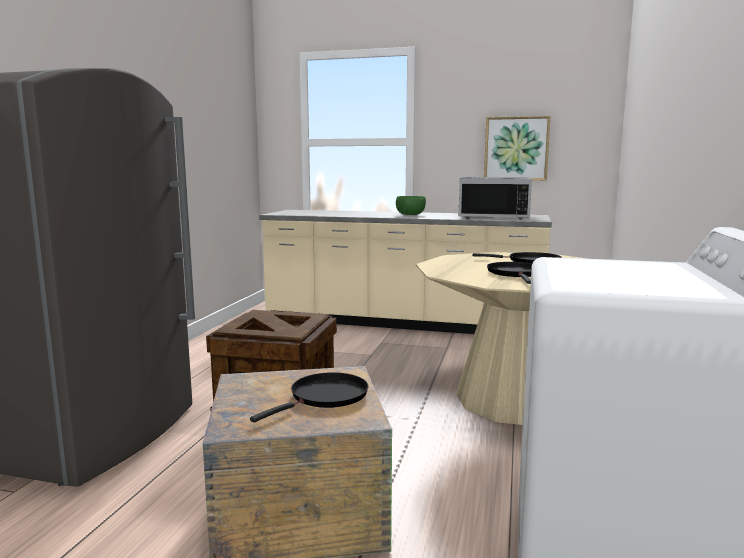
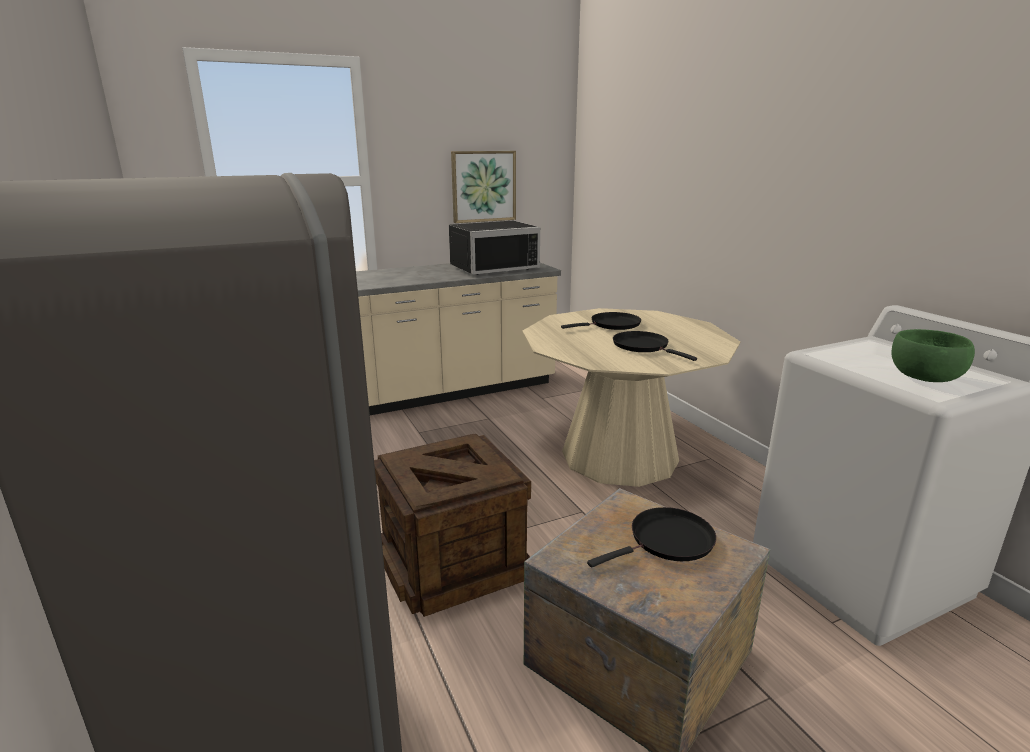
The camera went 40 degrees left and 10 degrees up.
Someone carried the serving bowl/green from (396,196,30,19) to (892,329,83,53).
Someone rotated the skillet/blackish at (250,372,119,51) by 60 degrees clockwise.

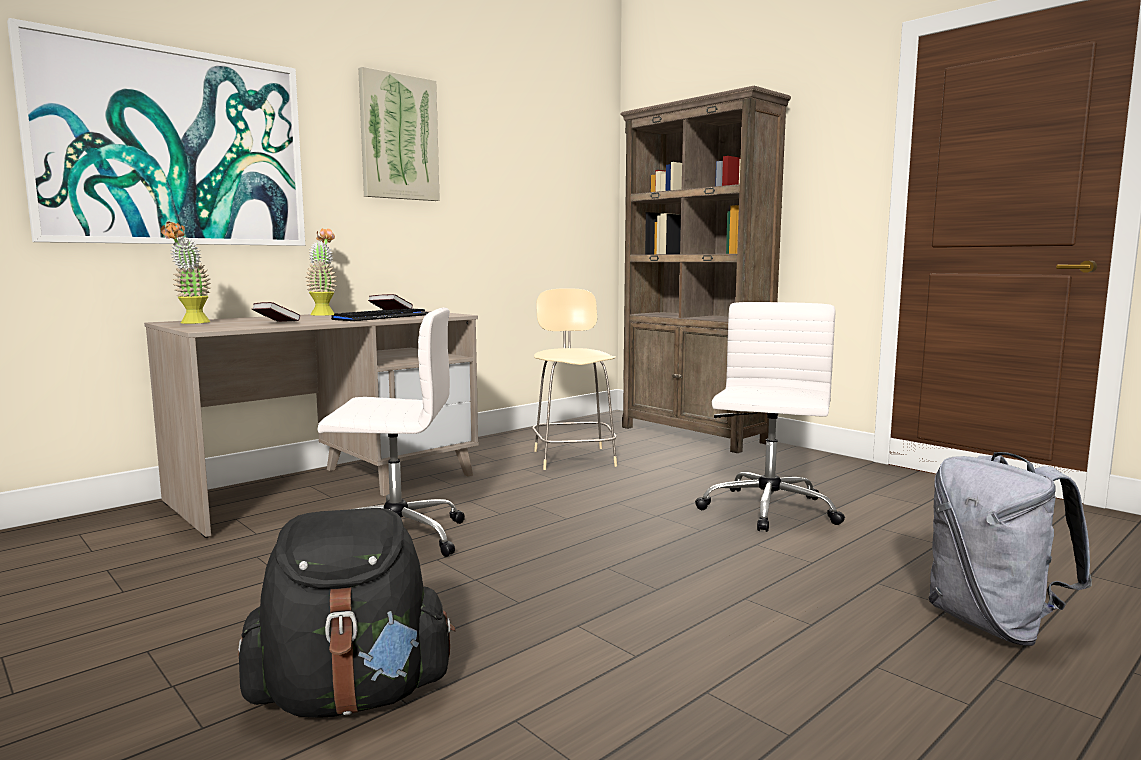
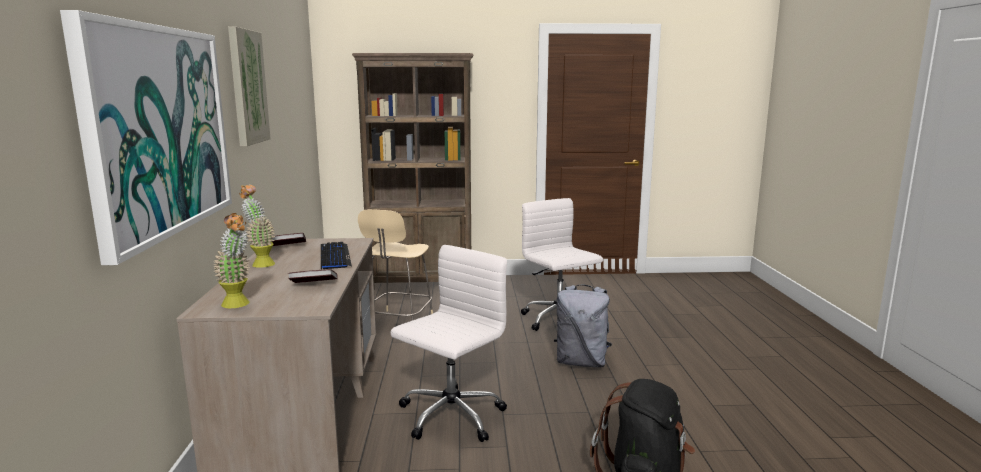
The camera went 50 degrees left and 5 degrees up.
Someone carried the backpack/gray from (928,452,164,194) to (554,284,58,84).
Someone rotated the upright chair/beige-coloured at (532,289,85,181) by 105 degrees counterclockwise.

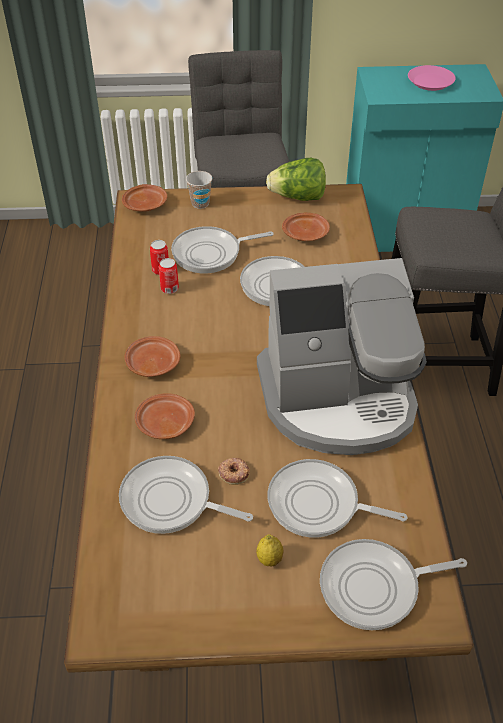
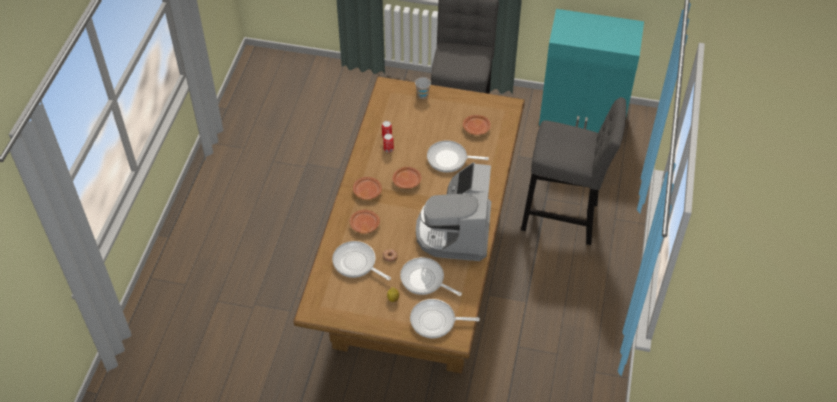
The camera went 15 degrees right and 5 degrees up.
Someone took away the skillet at (171,226,103,47).
Someone took away the head of lettuce at (266,158,60,43).
Someone took away the plate/pinkish at (408,65,48,26).
Someone carried the plate/brown-coloured from (122,184,45,28) to (392,167,30,22).
Someone rotated the coffee maker at (257,258,170,197) by 90 degrees clockwise.

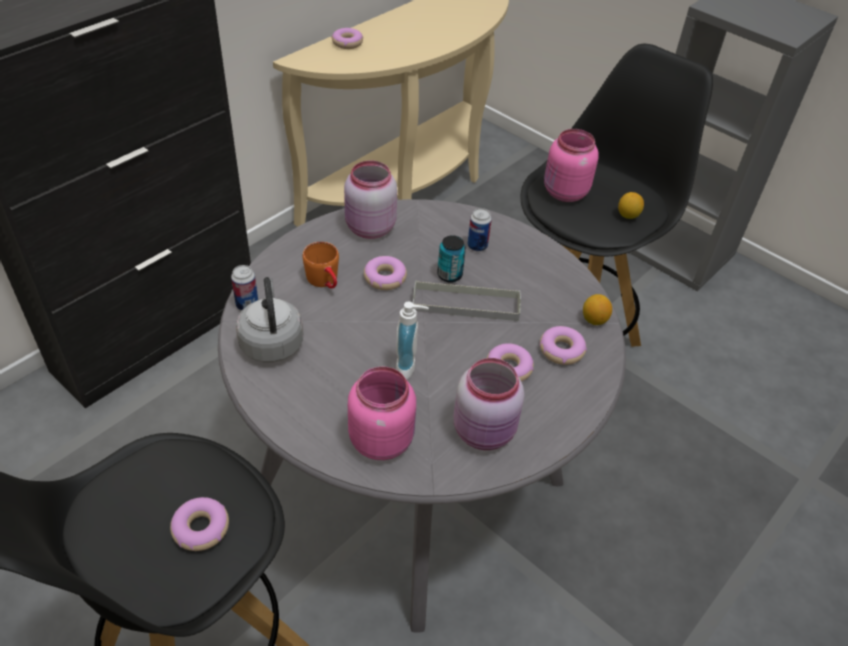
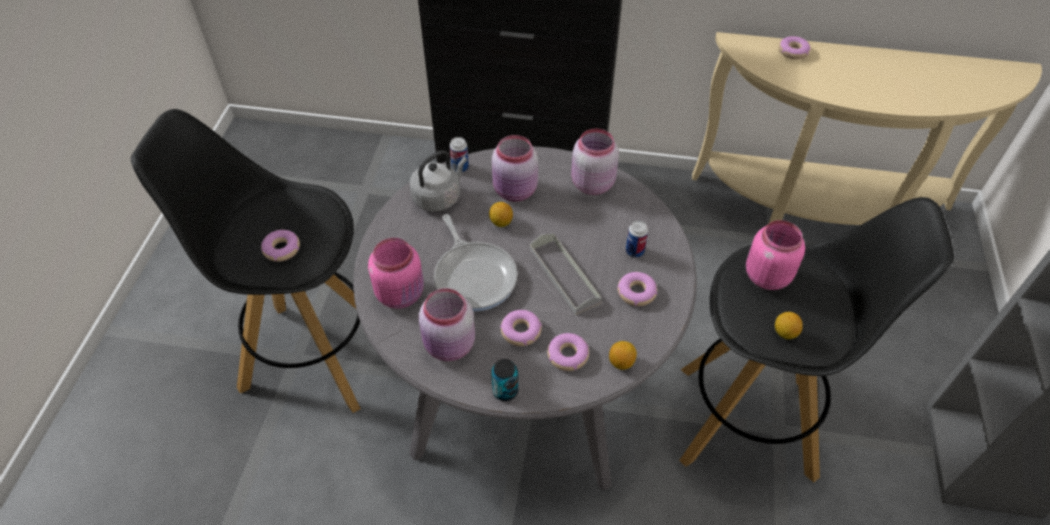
The camera went 60 degrees right and 5 degrees up.
Someone put down the lemon at (489,202,24,25).
Someone carried the ring doughnut from (364,256,43,34) to (617,272,40,34).
Someone carried the sealed can from (437,235,29,48) to (491,359,27,42).
Someone swapped the mug/orange-coloured at (302,242,37,47) for the preserve jar/pinkish at (492,135,46,67).
Someone swapped the soap bottle at (396,302,33,78) for the skillet at (434,214,83,97).

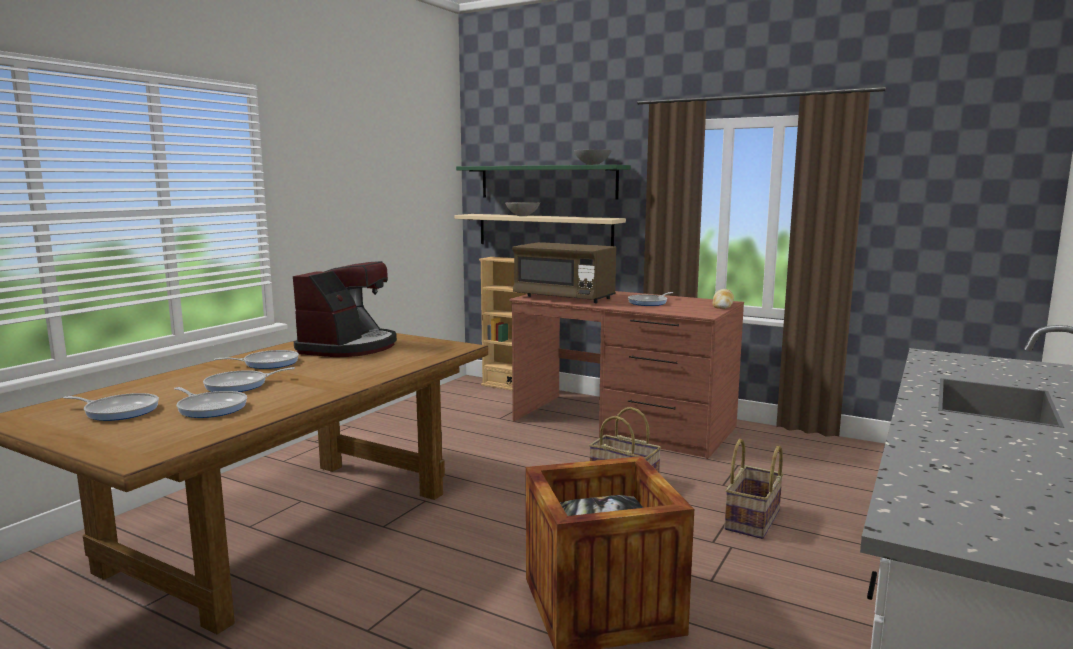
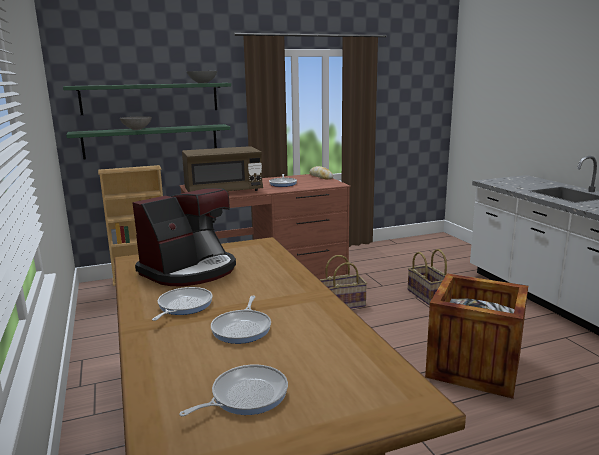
The camera went 50 degrees left and 5 degrees up.
Someone took away the skillet at (174,387,73,31).
Someone repainted the shelf/beige-coloured at (454,214,172,32), which became the shelf/green at (66,124,165,35).
Someone rotated the coffee maker at (293,261,104,96) by 75 degrees clockwise.

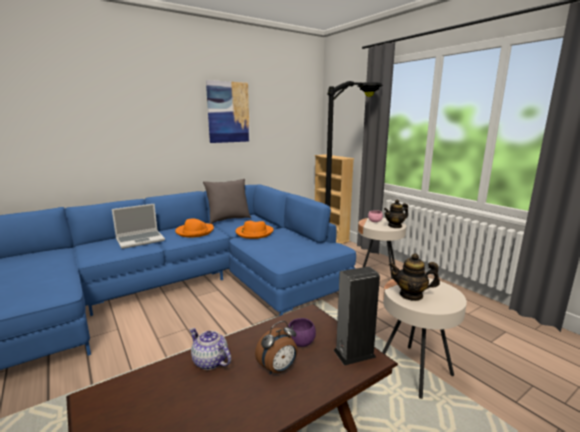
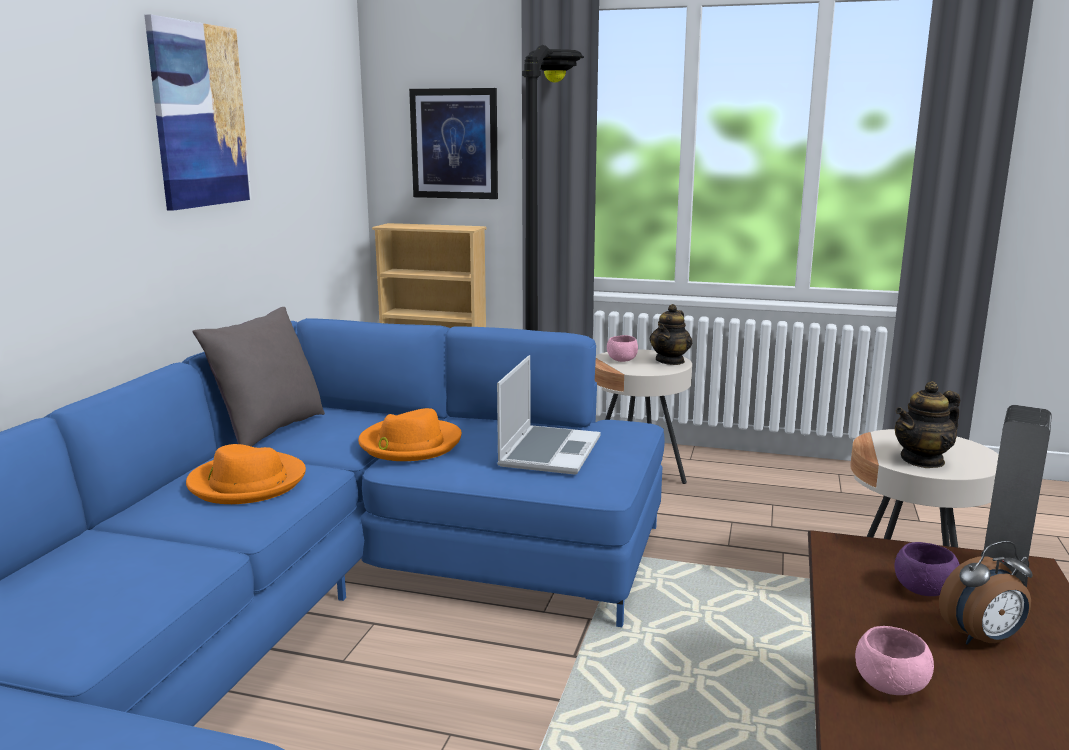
The camera went 40 degrees left and 0 degrees up.
Someone put up the wall art at (409,88,89,111).
Someone carried the portable computer from (112,204,53,45) to (497,355,104,120).
Someone swapped the pot for tea at (189,328,42,42) for the serving bowl/pinkish at (855,626,79,69).
Someone rotated the alarm clock at (255,321,43,54) by 60 degrees clockwise.

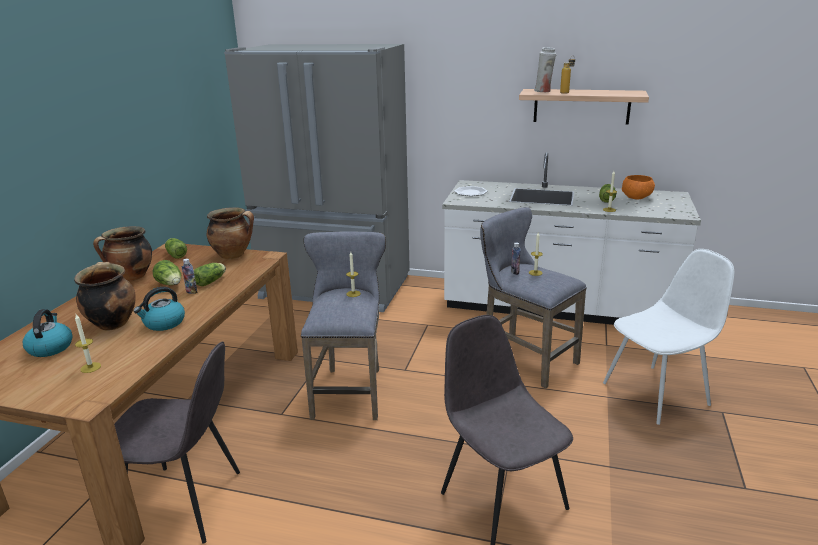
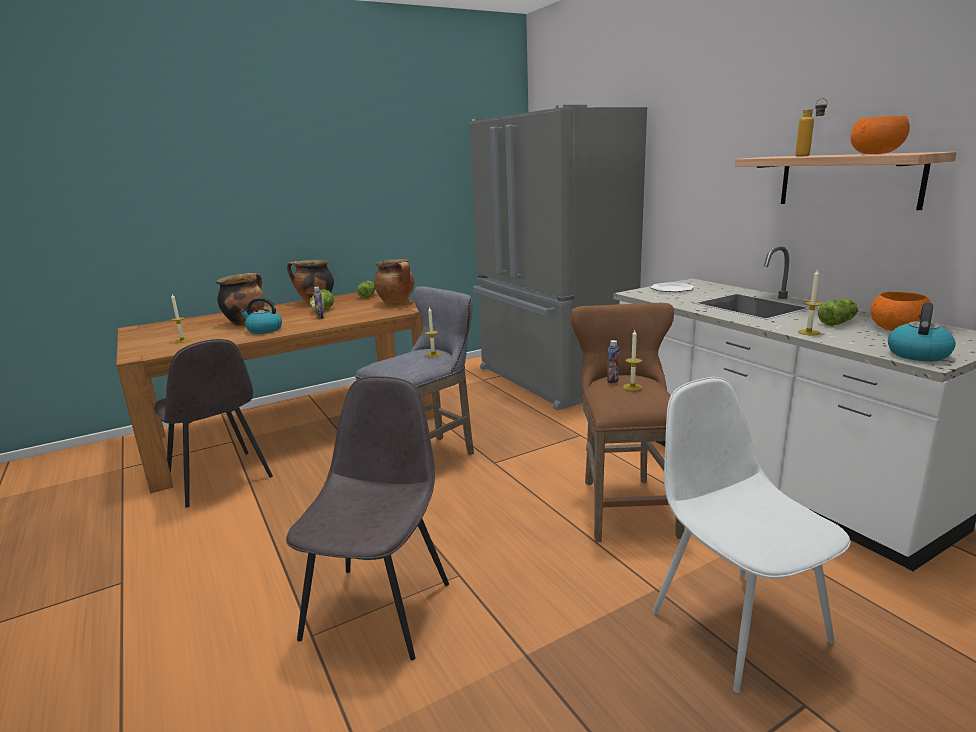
The camera went 45 degrees right and 5 degrees down.
Someone took away the head of lettuce at (194,263,32,23).
Someone took away the vase/white-coloured at (534,47,23,45).
Someone put down the serving bowl/orange-coloured at (850,116,60,38).
Someone carried the water kettle from (23,309,49,48) to (888,303,68,58).
Someone repainted the stool seat/gray at (480,207,107,182), which became the stool seat/brown-coloured at (571,303,113,239).
Someone rotated the upright chair/white-coloured at (603,249,131,176) by 135 degrees counterclockwise.

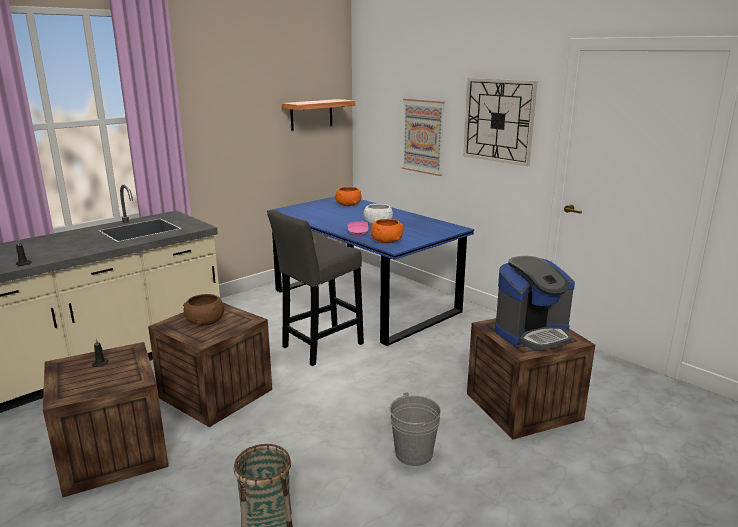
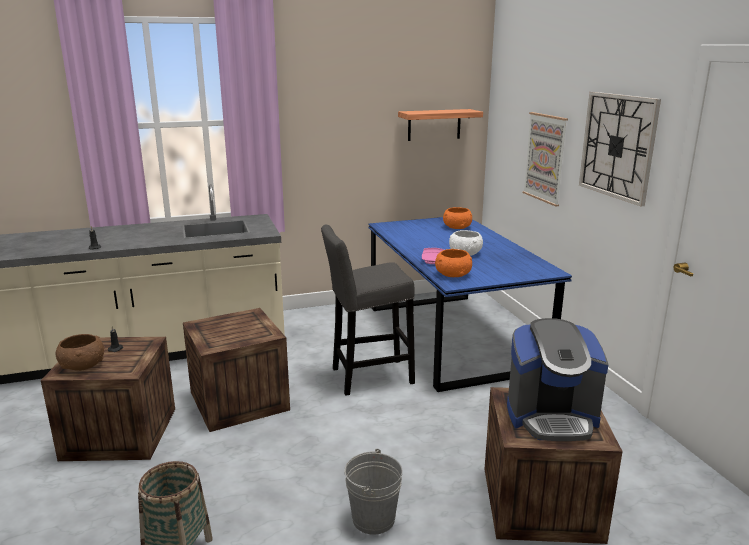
The camera went 25 degrees right and 0 degrees up.
Someone carried the serving bowl/brown-coloured from (183,294,41,32) to (56,334,48,37).

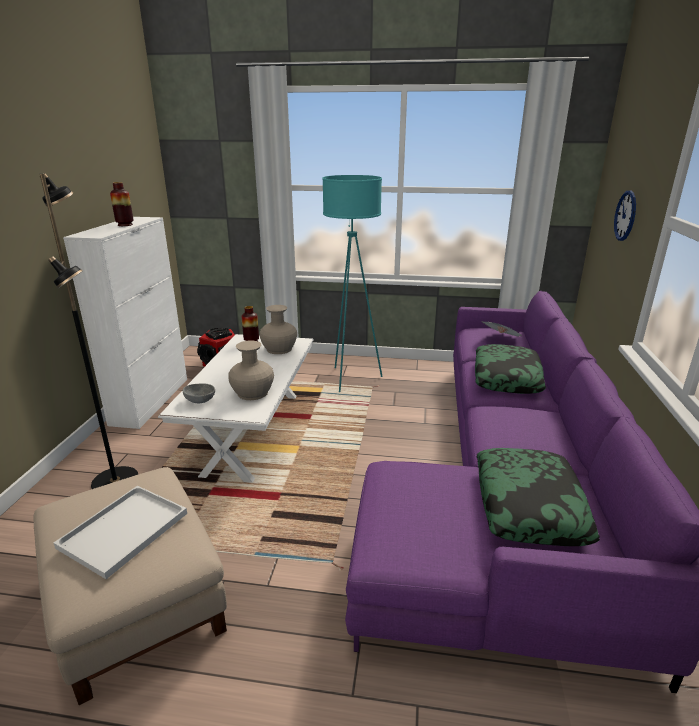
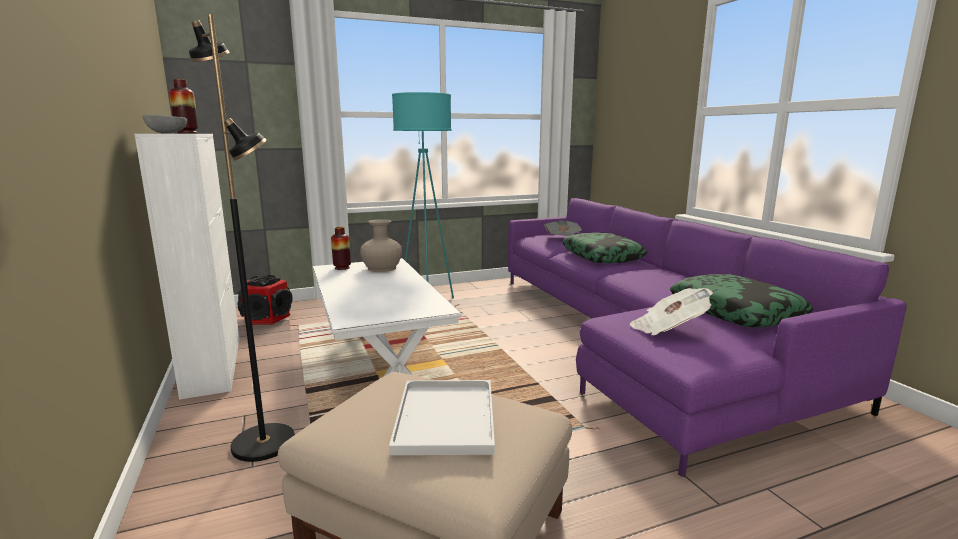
The camera went 30 degrees left and 10 degrees down.
Someone took away the vase/beige-coloured at (228,340,46,60).
Someone took away the hanging clock at (614,190,22,51).
Someone put down the printed paper at (630,288,83,47).
Someone carried the serving bowl/gray from (183,384,32,19) to (142,115,45,18).

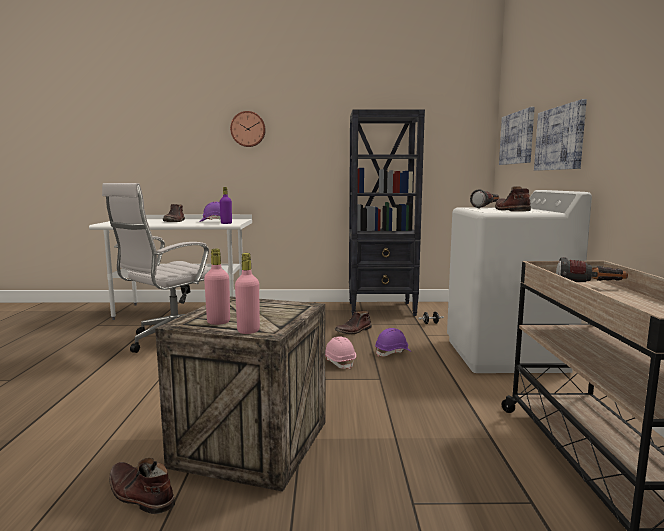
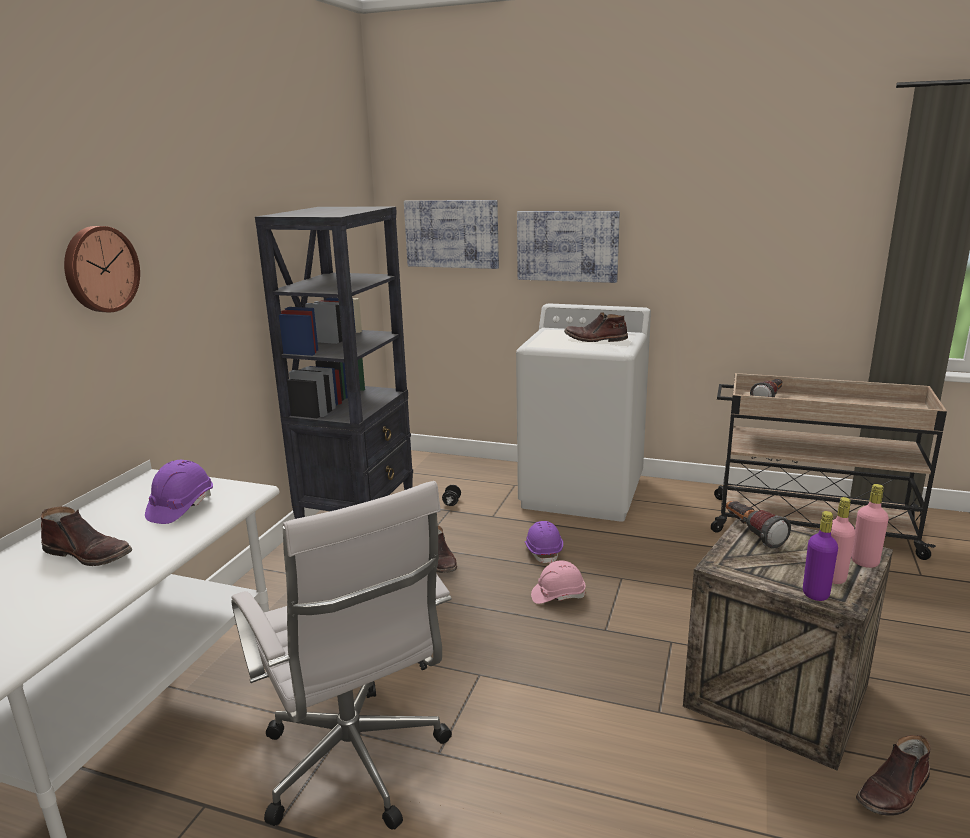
The camera went 70 degrees left and 10 degrees up.
Someone carried the bottle/purple from (220,187,12,37) to (803,511,35,90).
Someone carried the flashlight from (470,189,29,19) to (726,501,65,48).

